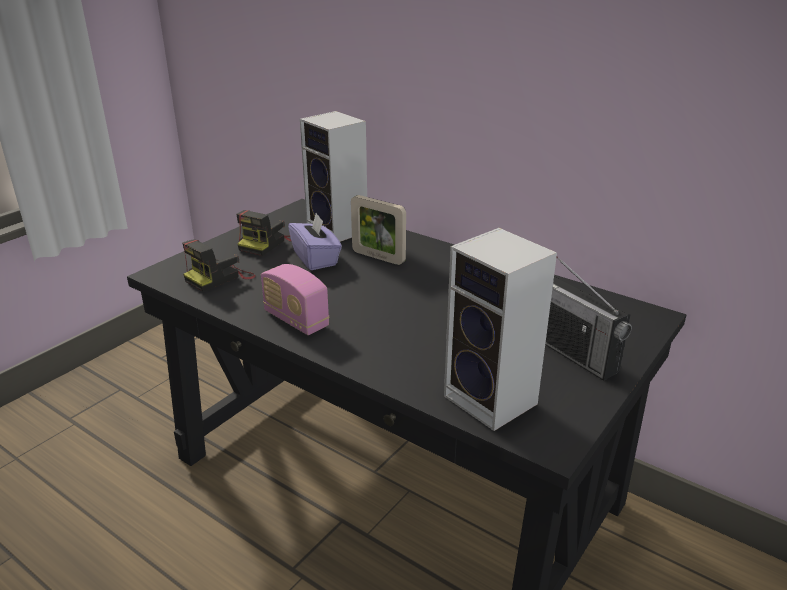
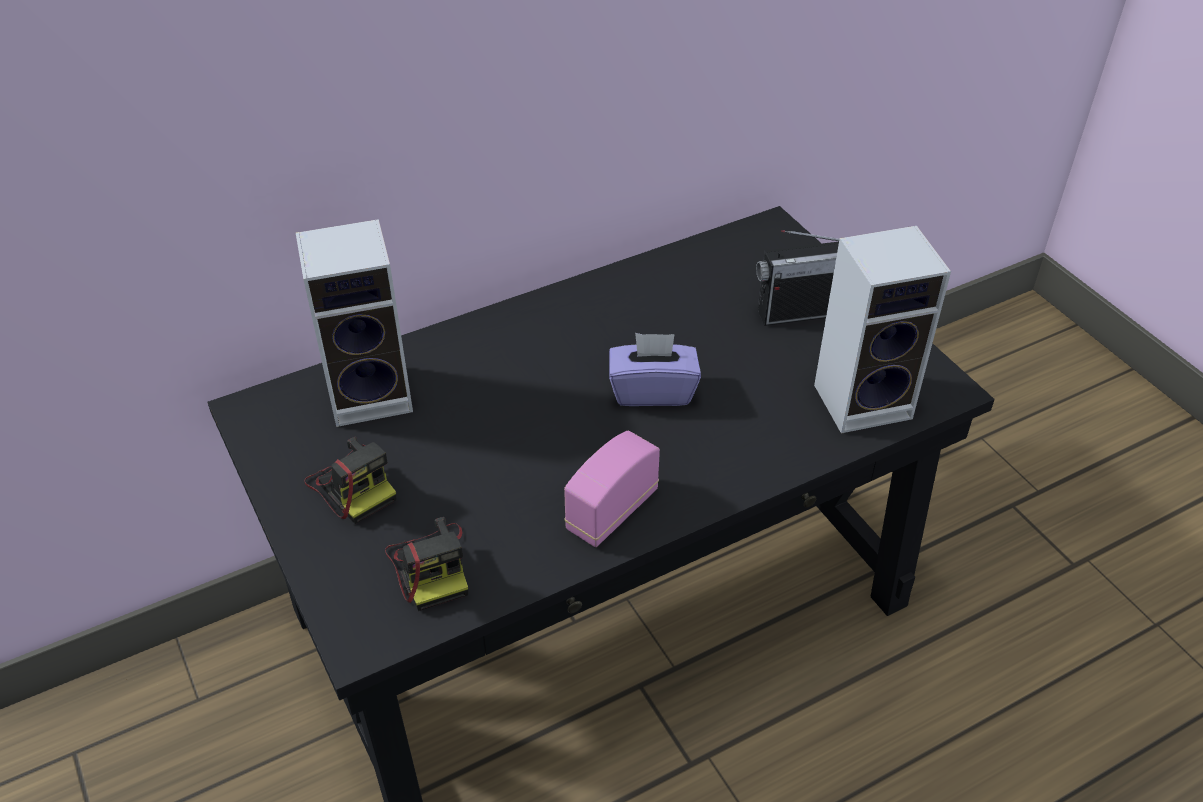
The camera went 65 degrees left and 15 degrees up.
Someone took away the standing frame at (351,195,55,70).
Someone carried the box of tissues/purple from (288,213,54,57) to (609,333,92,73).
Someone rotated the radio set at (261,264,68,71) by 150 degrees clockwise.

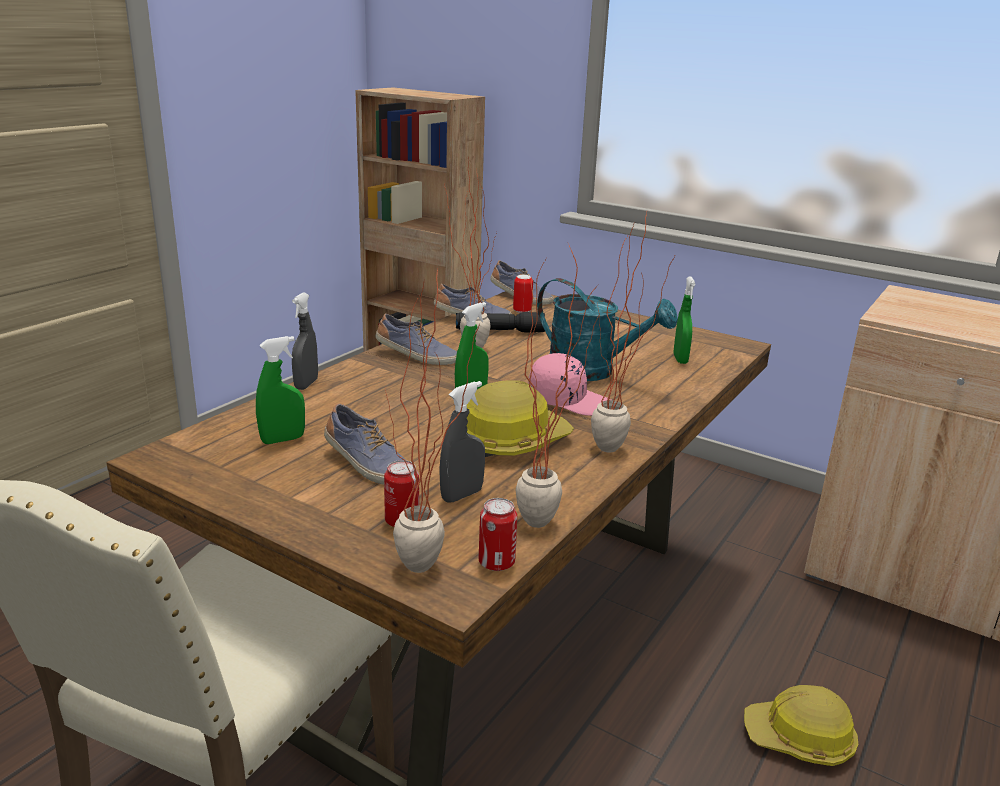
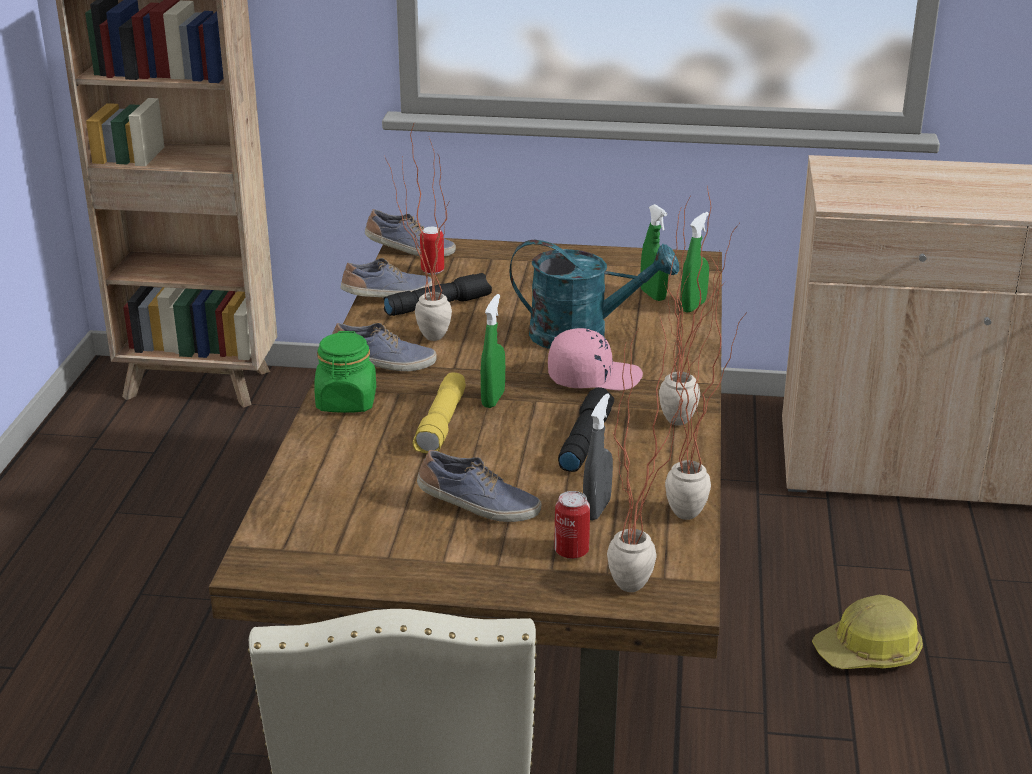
The camera went 25 degrees left and 5 degrees up.
Someone took away the spray bottle/gray at (292,292,26,98).
Someone took away the sealed can at (479,498,38,73).
Someone put down the preserve jar/green at (314,331,62,82).
Someone put down the flashlight/yellow at (412,373,54,80).
Someone carried the spray bottle/green from (256,336,49,108) to (680,212,29,101).
Someone swapped the hard hat at (467,380,107,77) for the flashlight/blackish at (558,387,56,85).

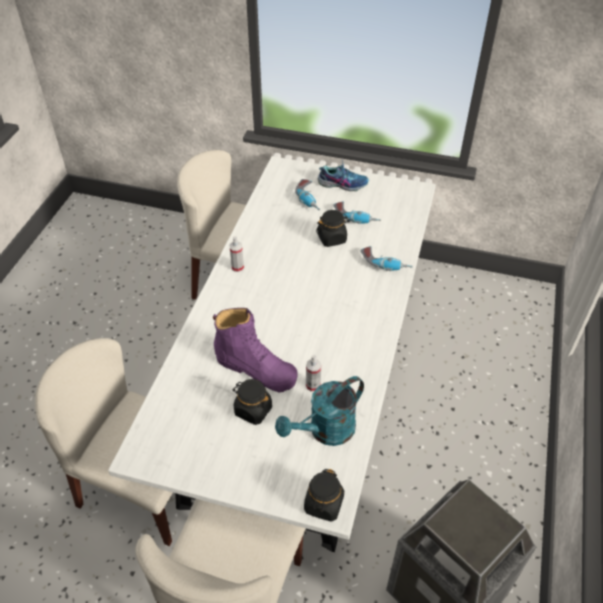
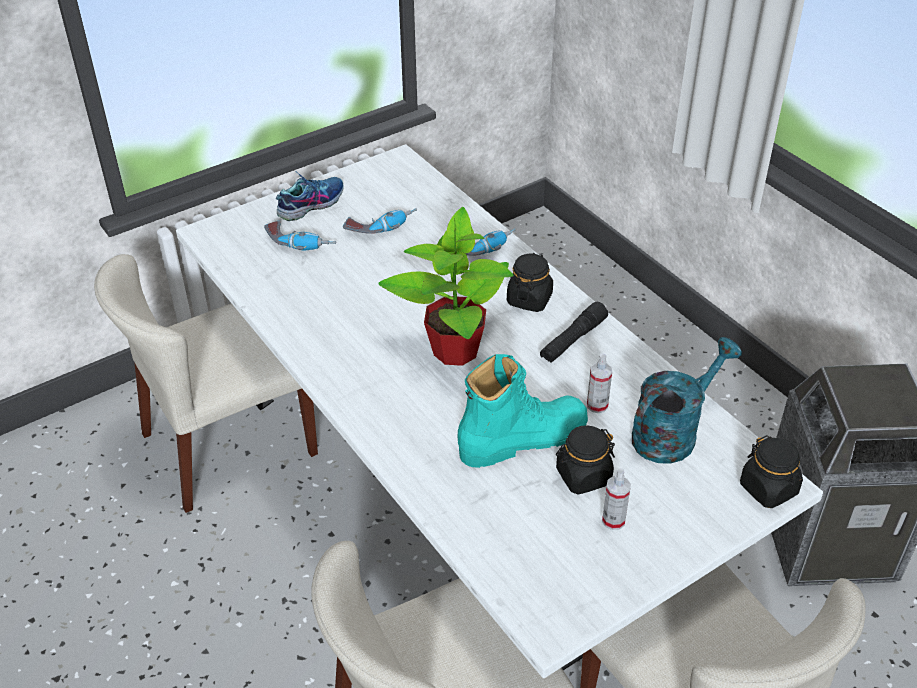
The camera went 50 degrees left and 5 degrees down.
Someone put down the houseplant at (378,207,136,159).
Someone put down the flashlight/blackish at (540,302,68,61).
Someone carried the spray bottle from (229,236,15,36) to (602,468,29,62).
Someone carried the preserve jar/blackish from (316,210,33,37) to (507,253,46,59).
Someone repainted the high-top boot/purple at (213,308,85,85), which became the high-top boot/blue-green at (458,354,130,114).
Someone rotated the watering can/blue-green at (275,376,89,70) by 135 degrees counterclockwise.

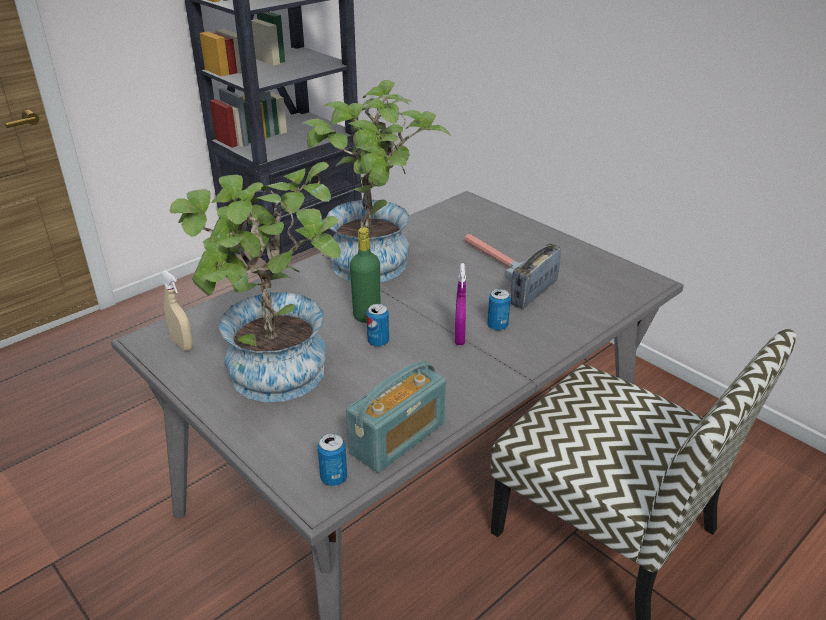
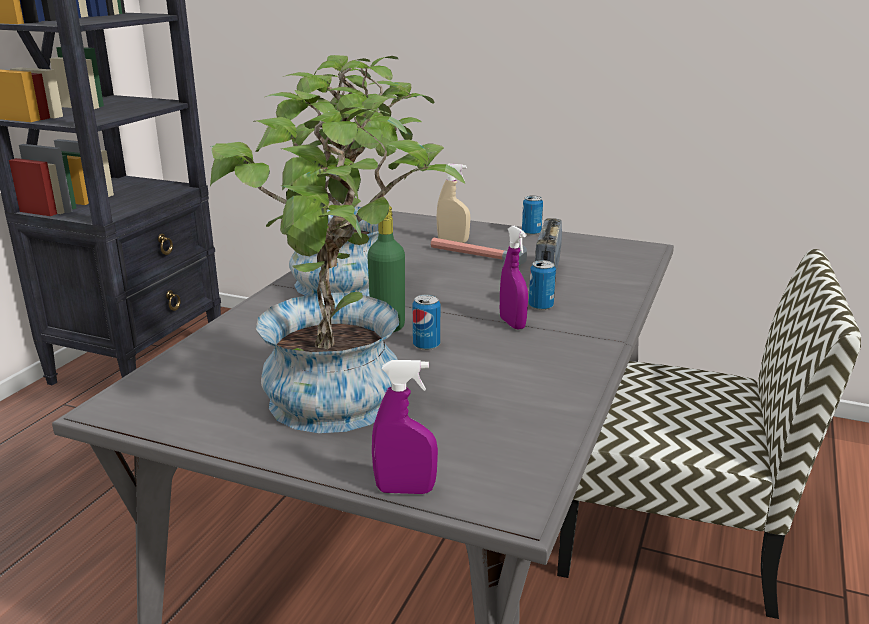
The camera went 25 degrees left and 10 degrees down.
Someone took away the radio set at (346,361,100,112).
Someone put down the spray bottle/purple at (372,360,66,134).
Someone carried the spray bottle/beige-coloured from (161,270,32,81) to (436,164,34,79).
Someone carried the sealed can from (318,434,29,52) to (522,195,21,40).

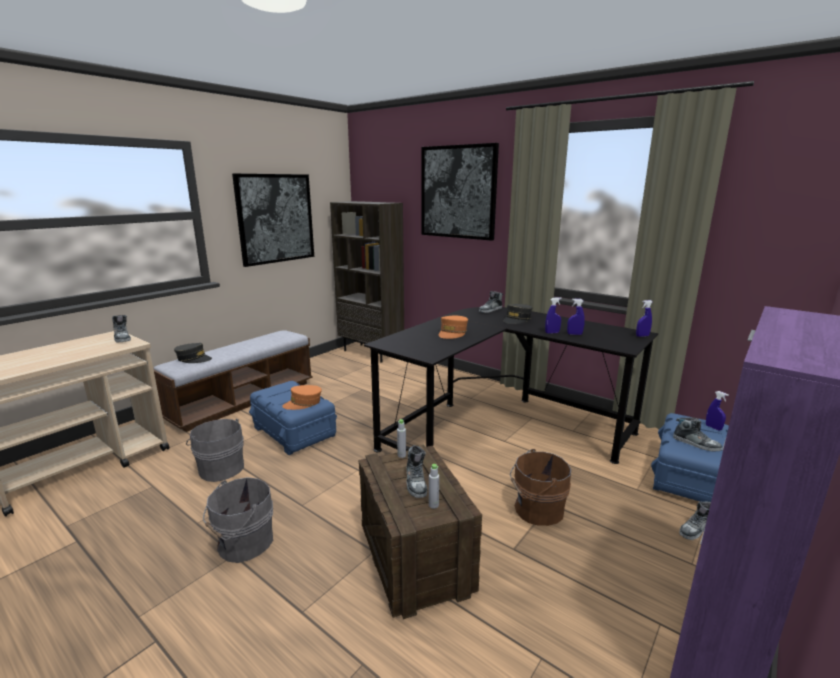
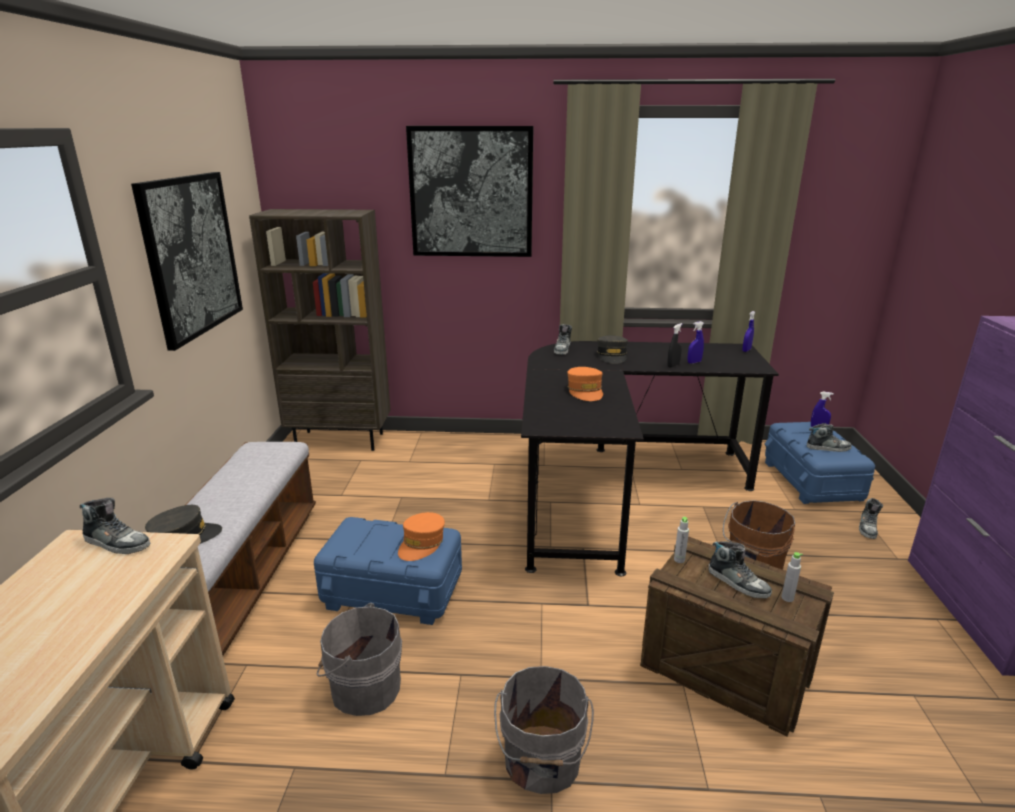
The camera went 35 degrees left and 5 degrees up.
Someone repainted the spray bottle/blue-coloured at (545,297,17,37), which became the spray bottle/blackish at (667,323,15,44).

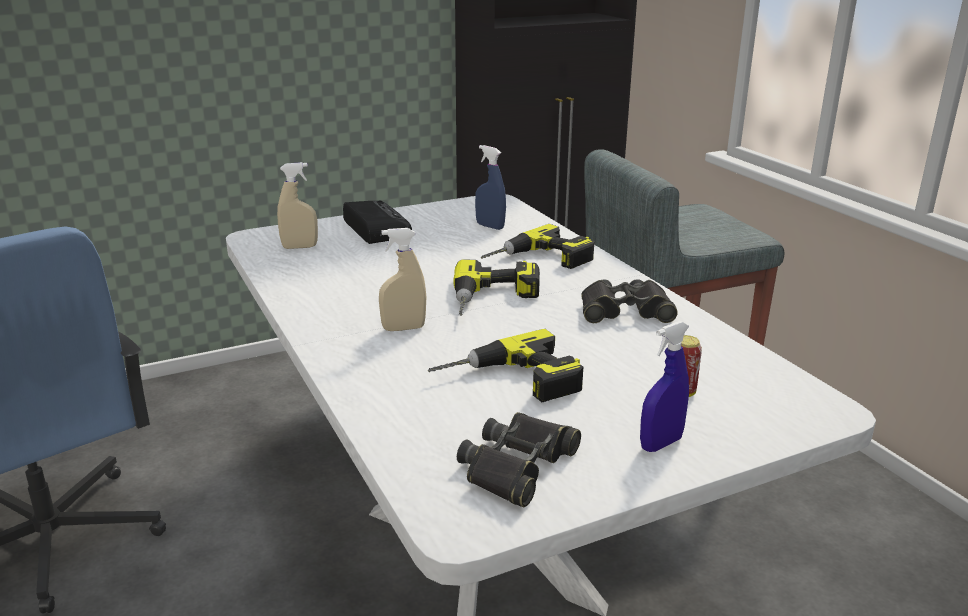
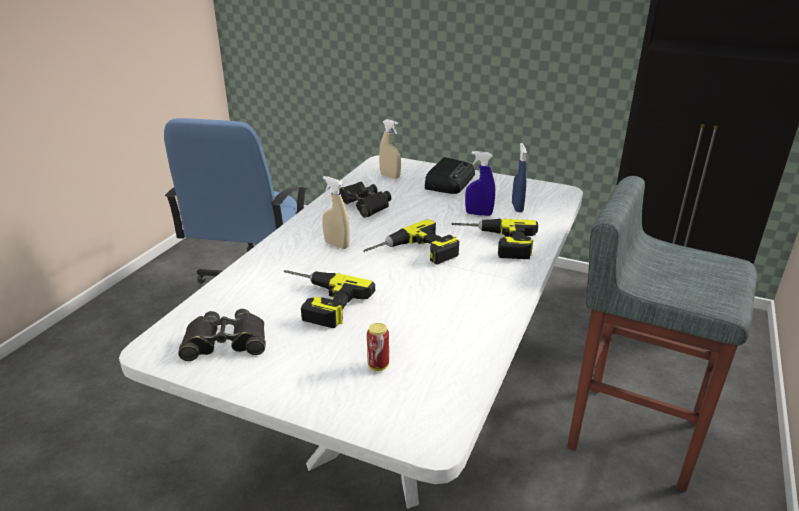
The camera went 50 degrees right and 5 degrees up.
Someone carried the pair of binoculars/blackish from (581,279,97,44) to (339,182,52,36).
Someone carried the spray bottle/blue-coloured from (640,321,49,131) to (465,151,30,65).

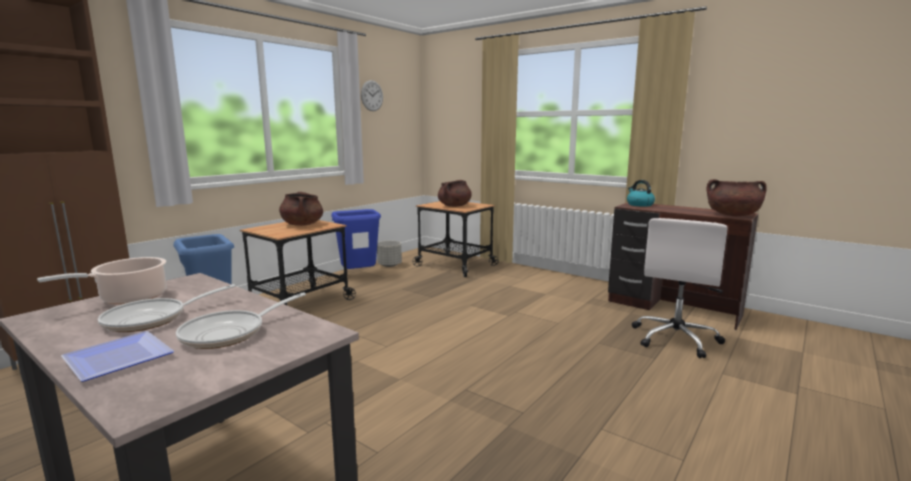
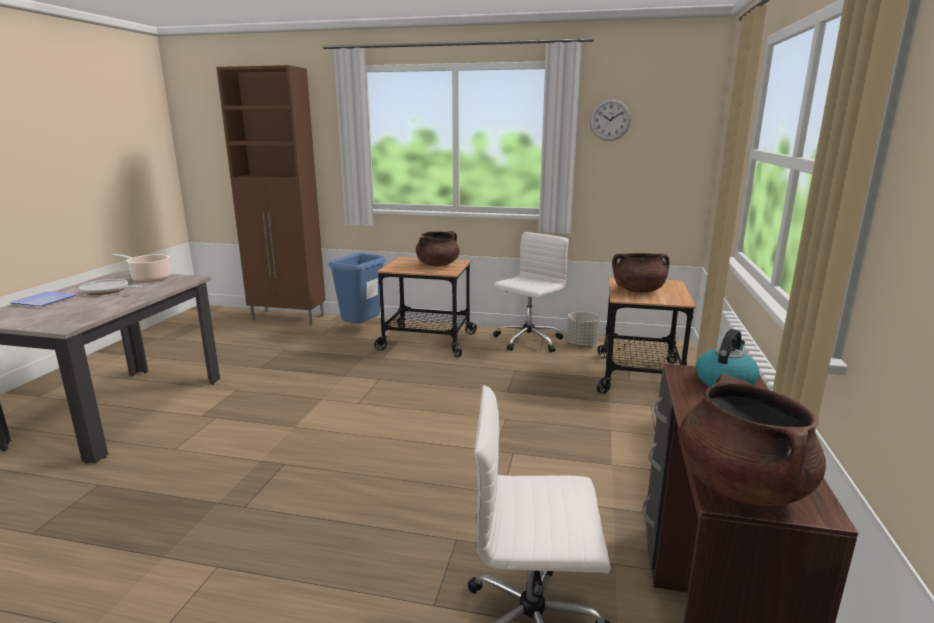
The camera went 65 degrees right and 5 degrees up.
Someone took away the skillet at (176,292,130,57).
Someone swapped the waste bin/blue-coloured at (331,209,50,60) for the computer chair/white-coloured at (493,232,76,120).

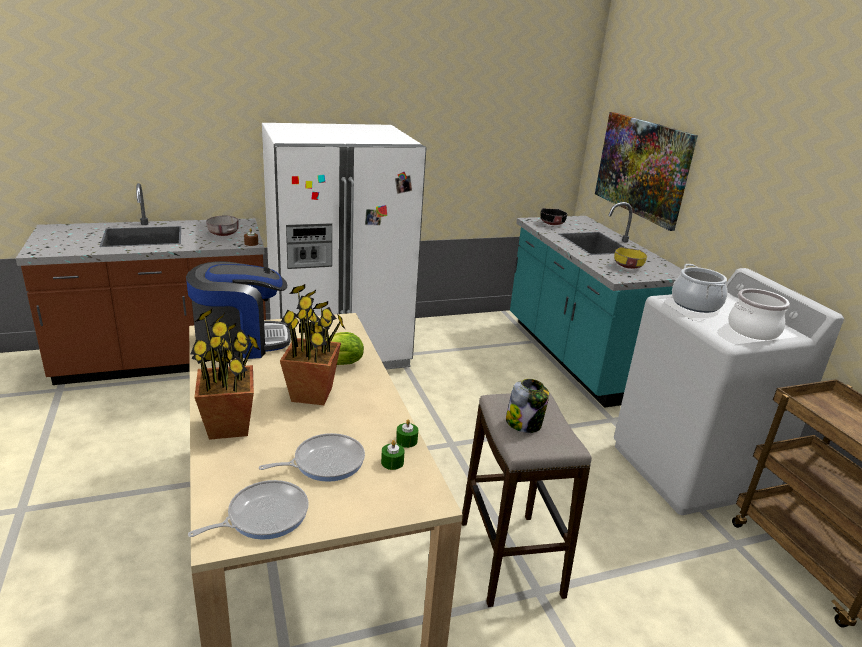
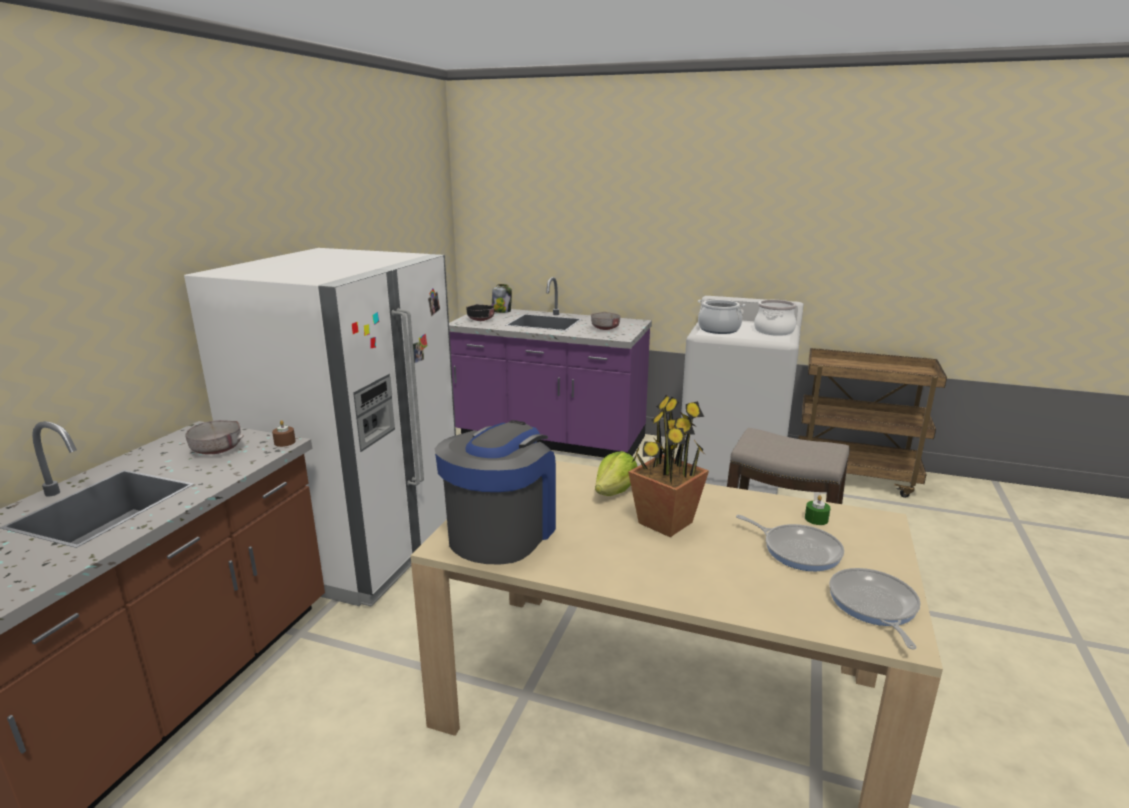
The camera went 50 degrees left and 5 degrees down.
Someone took away the houseplant at (191,309,70,131).
Someone took away the wax light/green at (396,419,22,29).
Someone took away the wall art at (595,112,103,119).
Someone carried the preserve jar from (506,379,43,54) to (492,284,20,29).
Someone repainted the counter/blue-green at (510,202,172,206), which became the counter/purple at (449,277,203,181).
Someone repainted the serving bowl/yellow at (614,247,33,22), which became the serving bowl/gray at (591,312,29,18).
Someone rotated the skillet at (259,433,106,49) by 120 degrees clockwise.

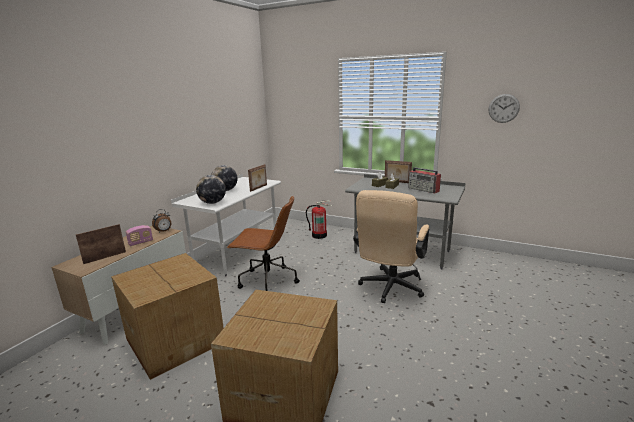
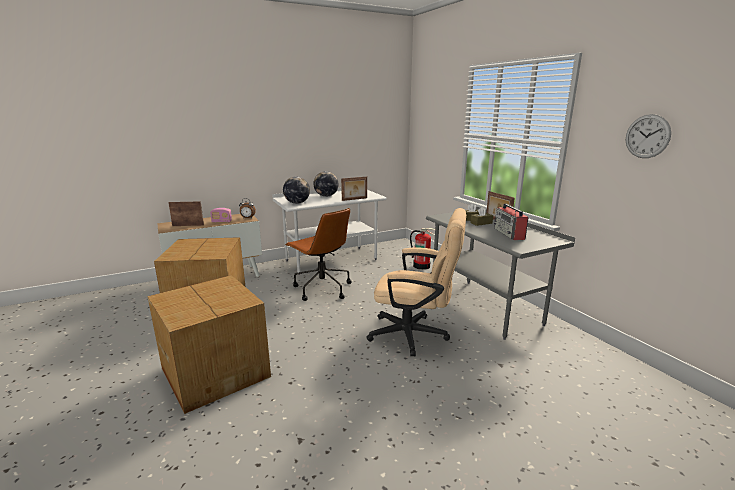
The camera went 35 degrees right and 0 degrees up.
Someone rotated the computer chair/beige-coloured at (353,190,76,113) by 135 degrees counterclockwise.

